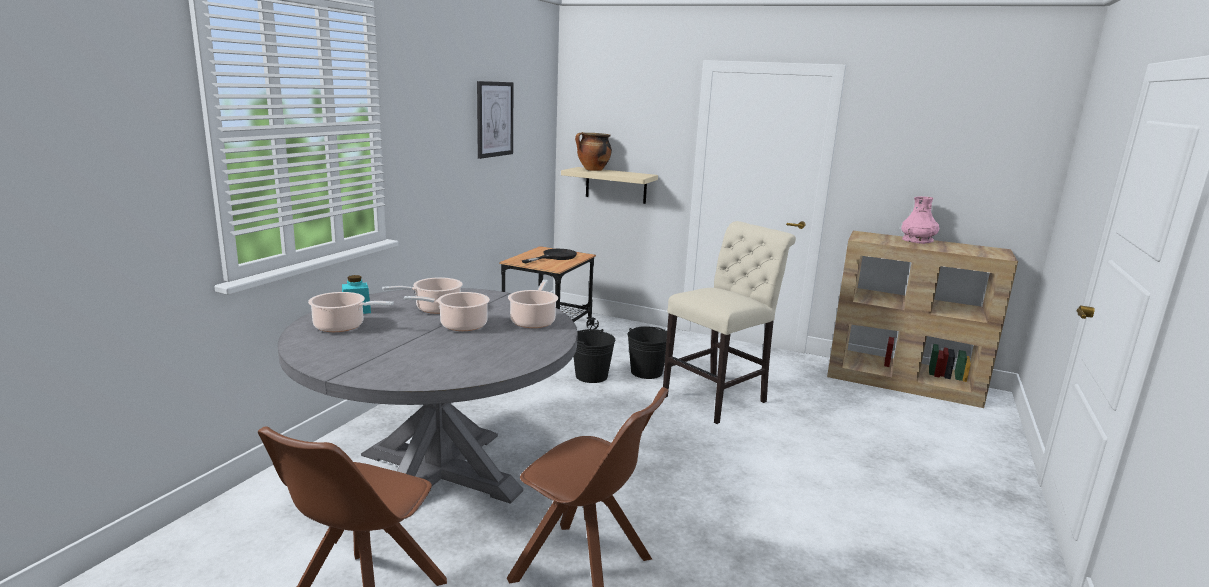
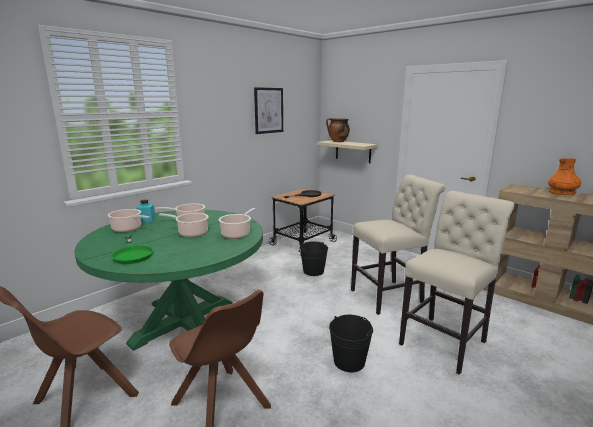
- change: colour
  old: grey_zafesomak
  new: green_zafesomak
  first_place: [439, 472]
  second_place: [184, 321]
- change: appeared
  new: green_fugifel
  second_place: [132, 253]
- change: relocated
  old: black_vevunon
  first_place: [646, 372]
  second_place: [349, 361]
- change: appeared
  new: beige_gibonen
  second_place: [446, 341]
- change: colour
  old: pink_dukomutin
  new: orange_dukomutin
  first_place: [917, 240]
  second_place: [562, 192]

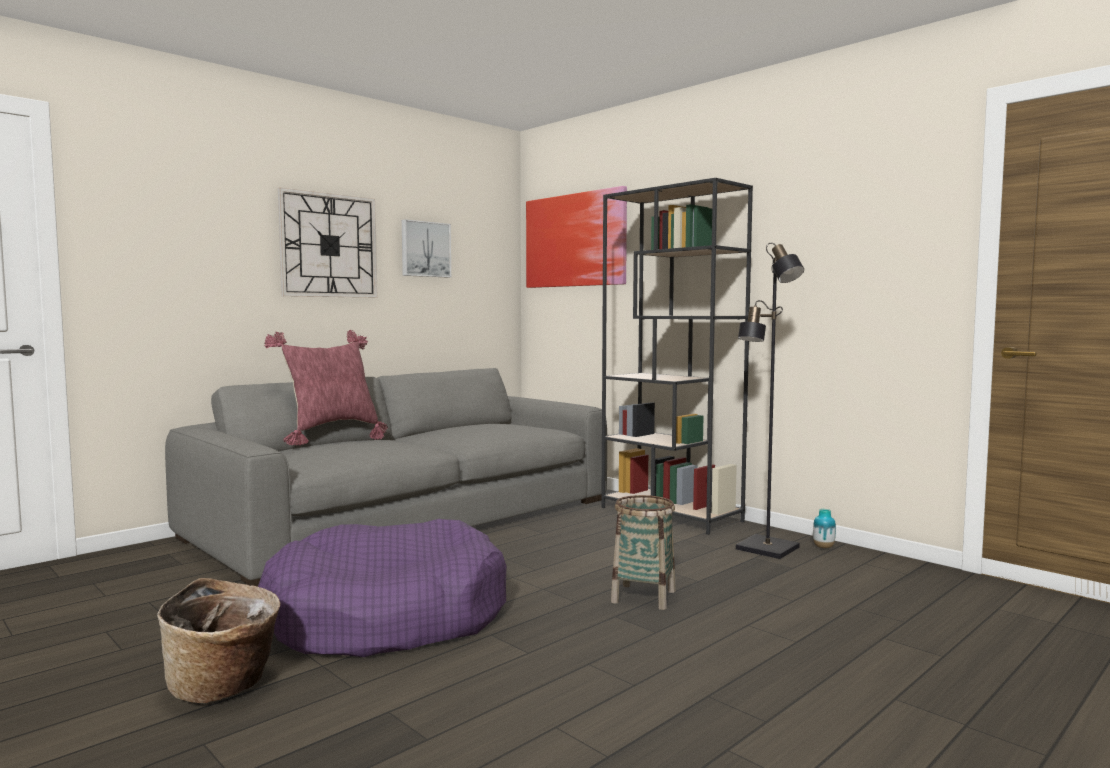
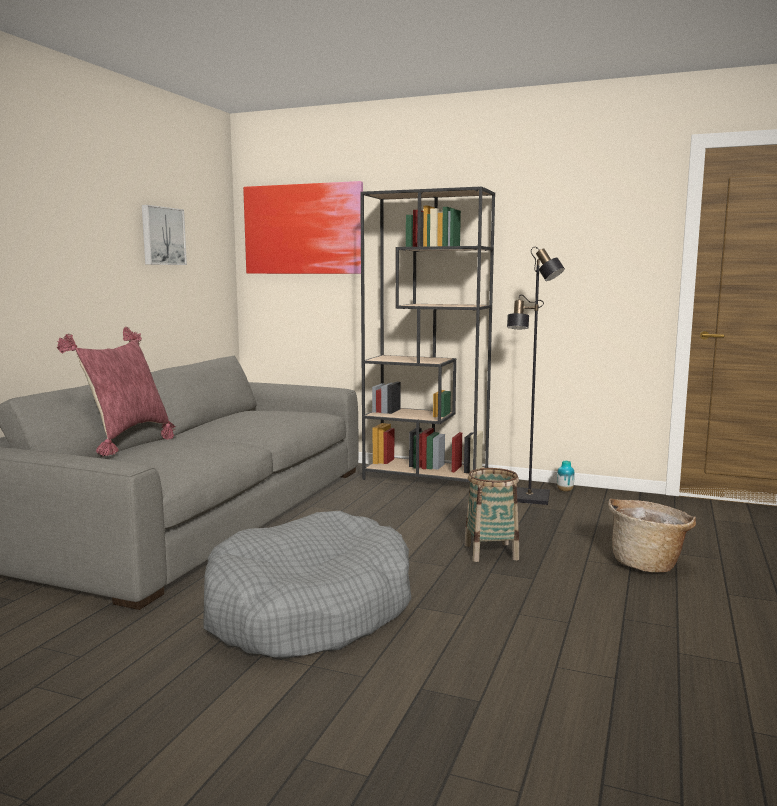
- change: colour
  old: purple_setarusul
  new: grey_setarusul
  first_place: [387, 617]
  second_place: [309, 610]
- change: relocated
  old: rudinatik
  first_place: [224, 686]
  second_place: [648, 564]
- change: missing
  old: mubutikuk
  first_place: [329, 245]

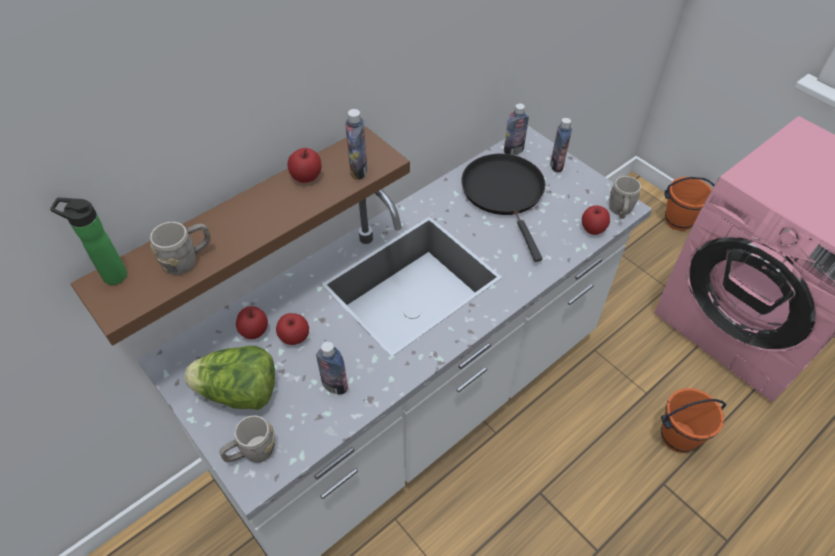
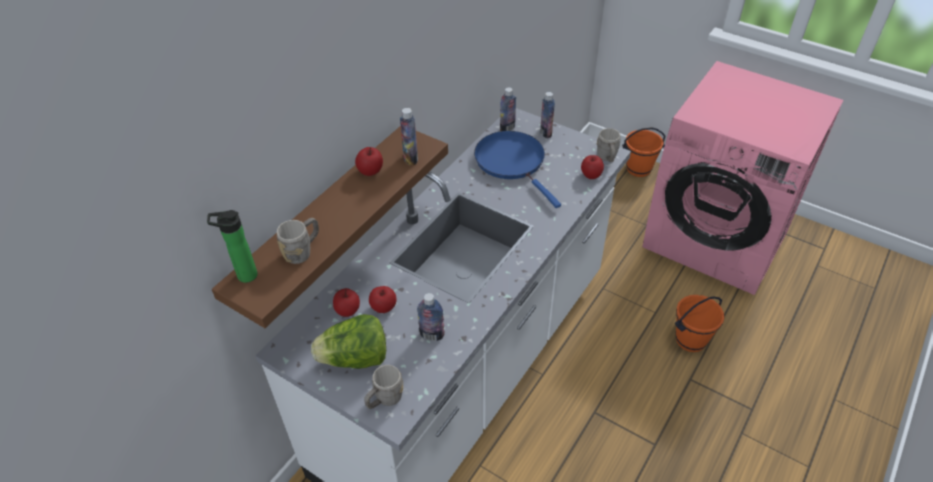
- change: colour
  old: black_fugifel
  new: blue_fugifel
  first_place: [505, 193]
  second_place: [512, 162]

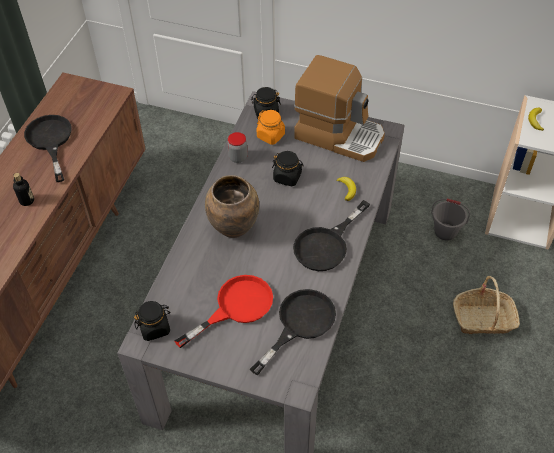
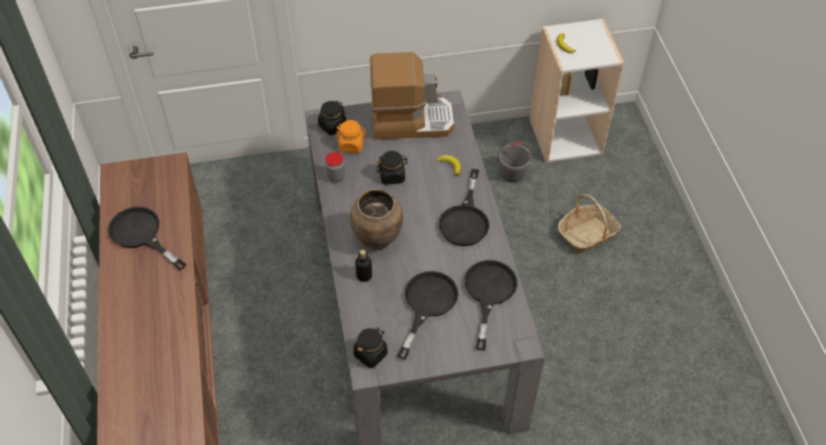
- change: relocated
  old: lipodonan
  first_place: [27, 200]
  second_place: [364, 276]
- change: colour
  old: red_fugifel
  new: black_fugifel
  first_place: [236, 307]
  second_place: [427, 304]

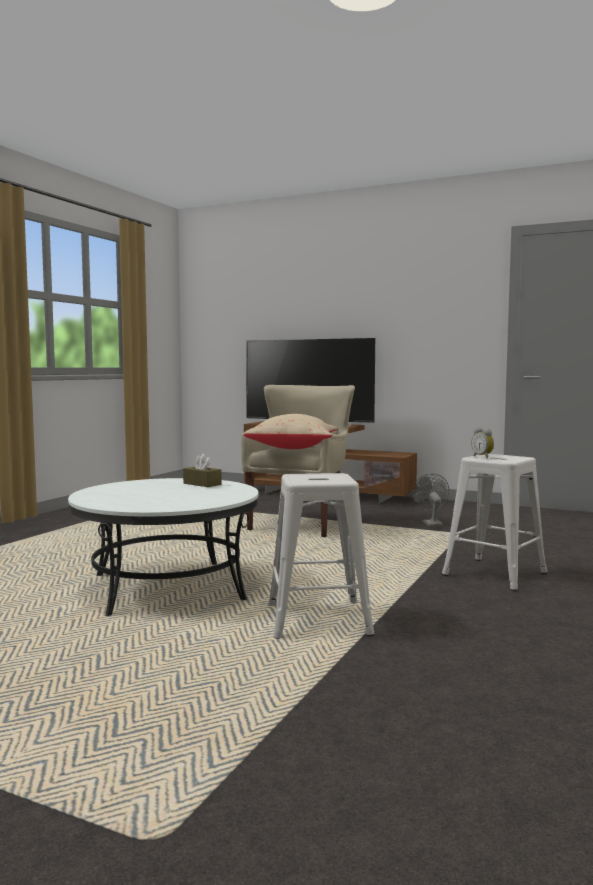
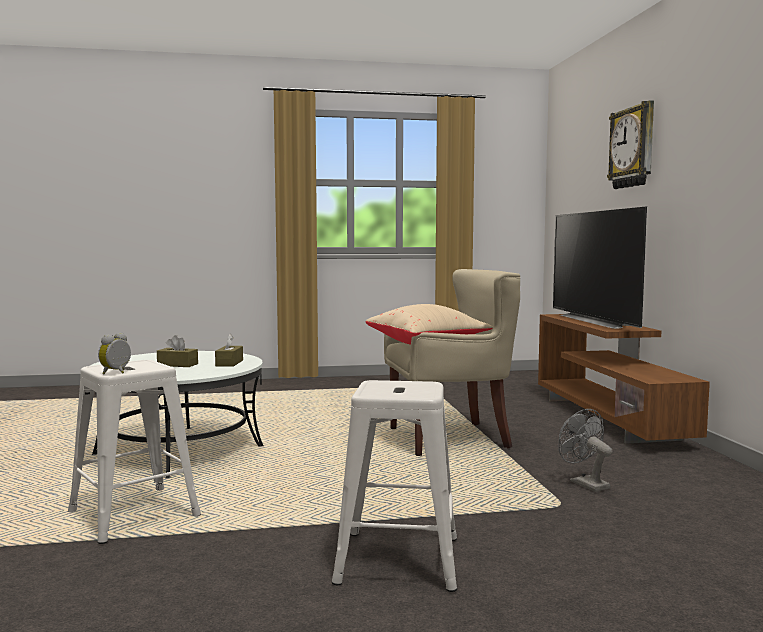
- change: relocated
  old: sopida
  first_place: [483, 457]
  second_place: [117, 372]
- change: appeared
  new: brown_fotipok
  second_place: [177, 365]
- change: spun
  old: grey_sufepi
  first_place: [430, 524]
  second_place: [584, 483]
  degrees: -75
- change: appeared
  new: mubutikuk
  second_place: [633, 147]

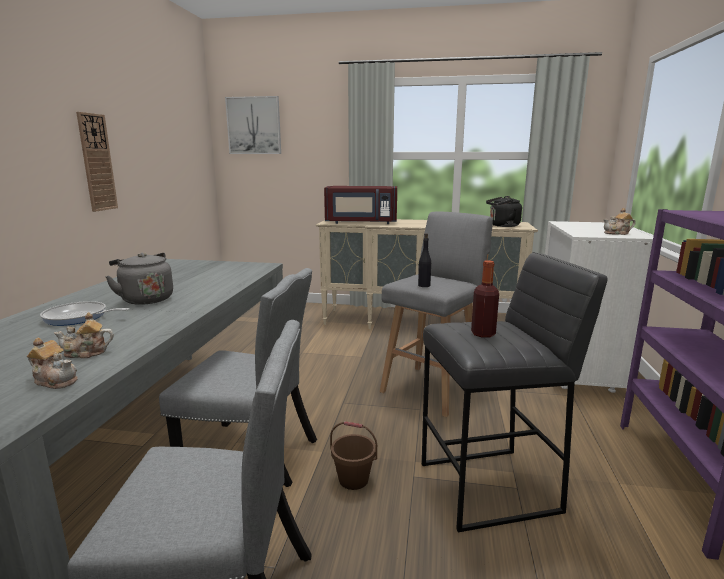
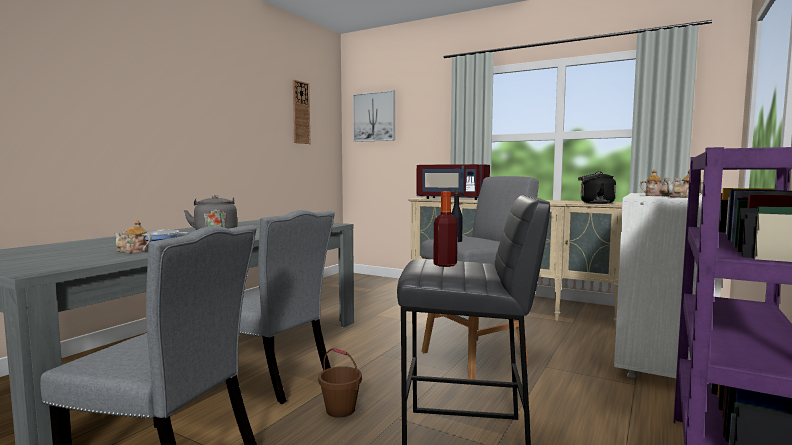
- change: relocated
  old: mubutikuk
  first_place: [97, 162]
  second_place: [301, 112]
- change: relocated
  old: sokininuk
  first_place: [56, 380]
  second_place: [658, 196]

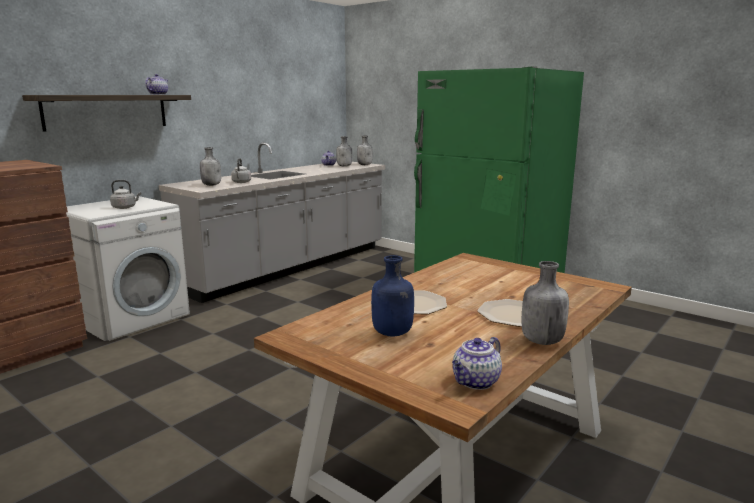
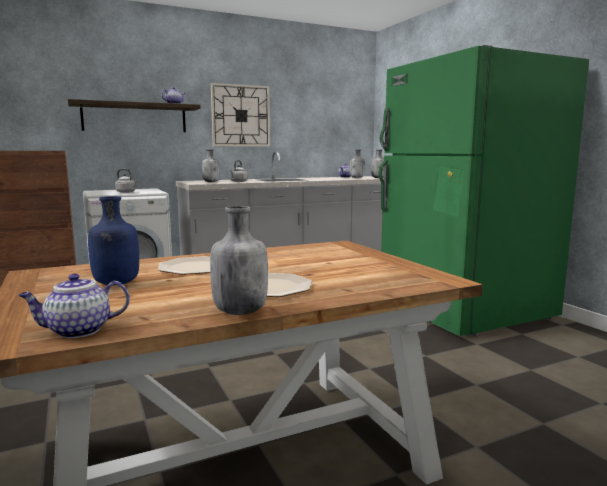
- change: appeared
  new: mubutikuk
  second_place: [241, 116]

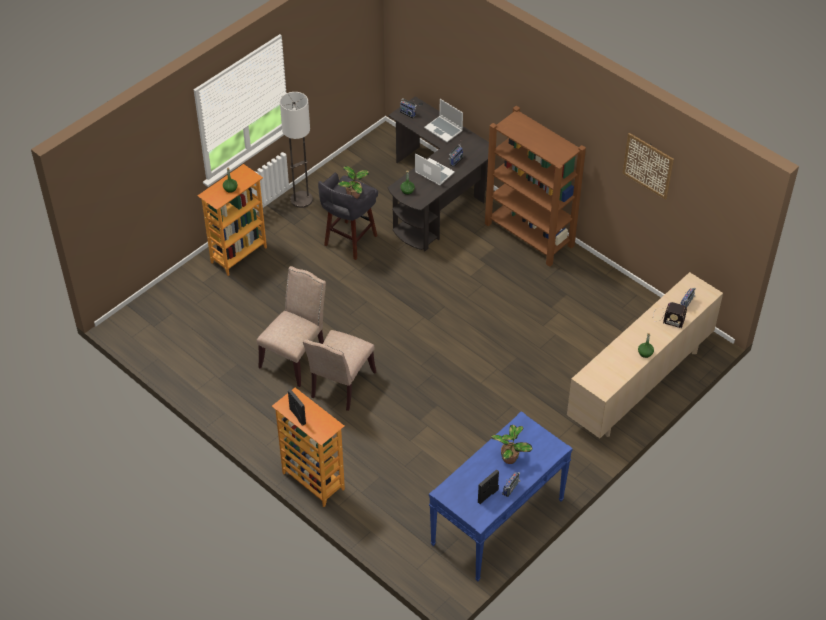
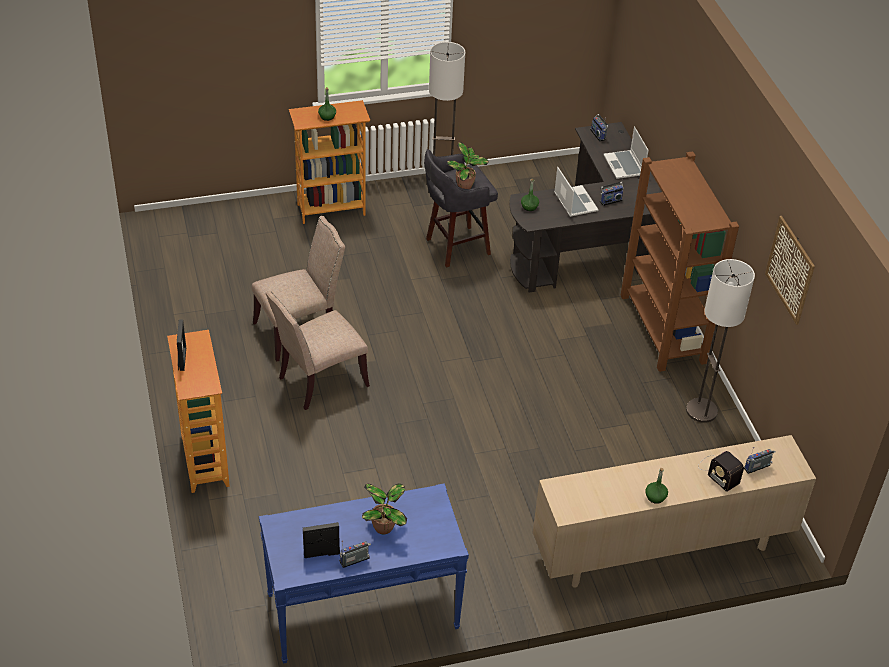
- change: appeared
  new: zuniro
  second_place: [702, 411]

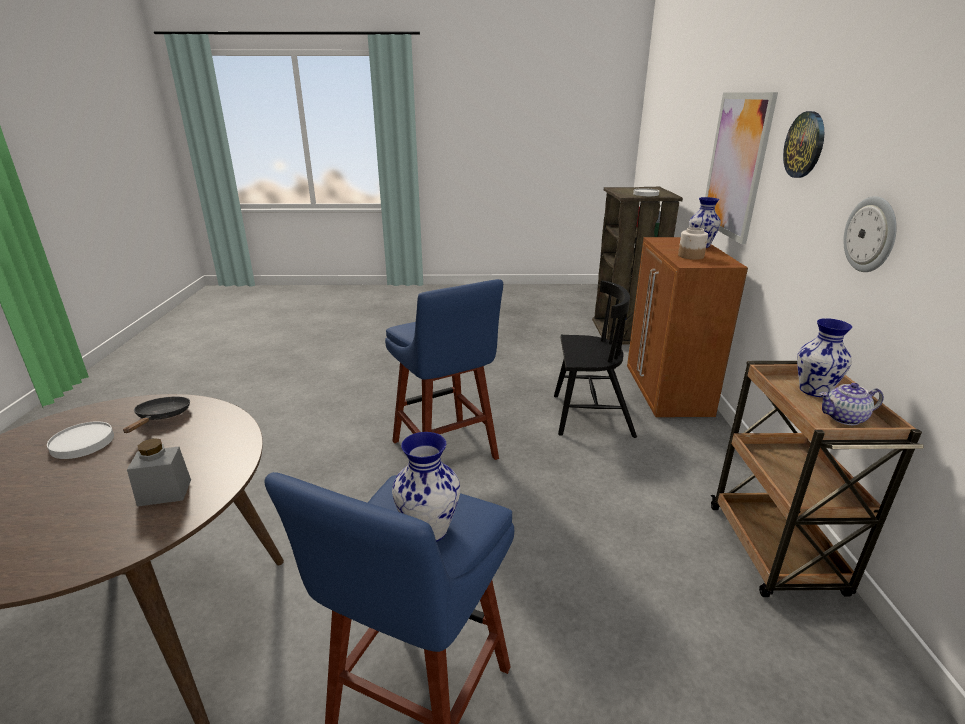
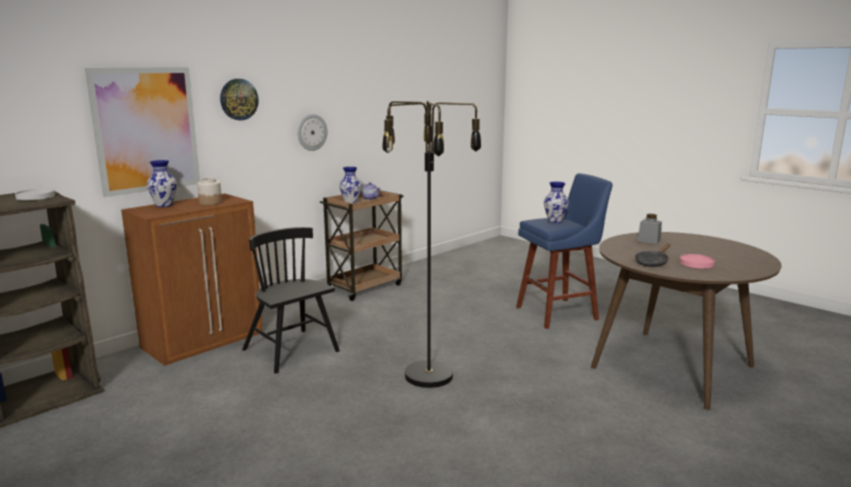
- change: exchanged
  old: blue_gibonen
  new: zuniro
  first_place: [445, 451]
  second_place: [427, 376]
- change: colour
  old: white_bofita
  new: pink_bofita
  first_place: [82, 443]
  second_place: [696, 263]

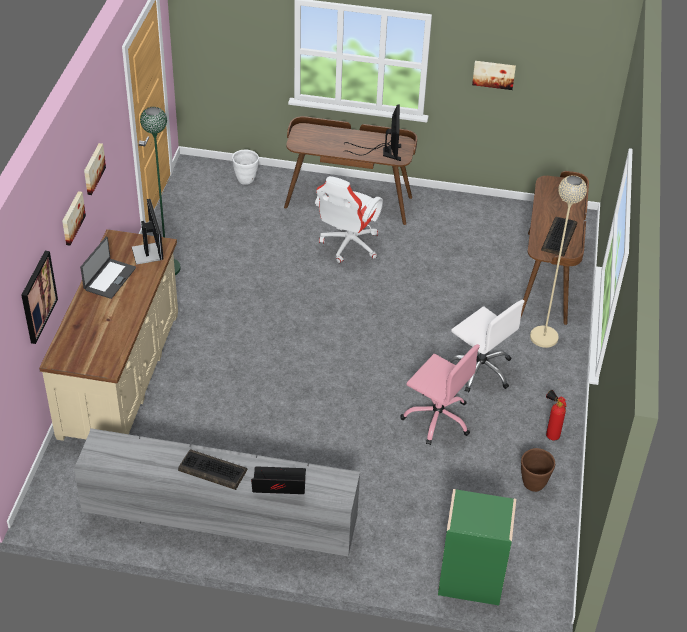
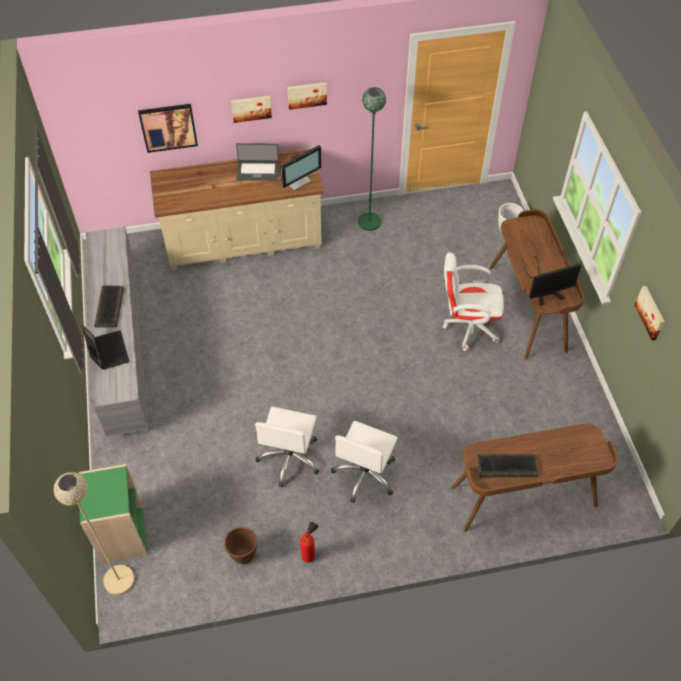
- change: relocated
  old: beige_zuniro
  first_place: [543, 337]
  second_place: [119, 580]
- change: colour
  old: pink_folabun
  new: white_folabun
  first_place: [437, 418]
  second_place: [290, 458]

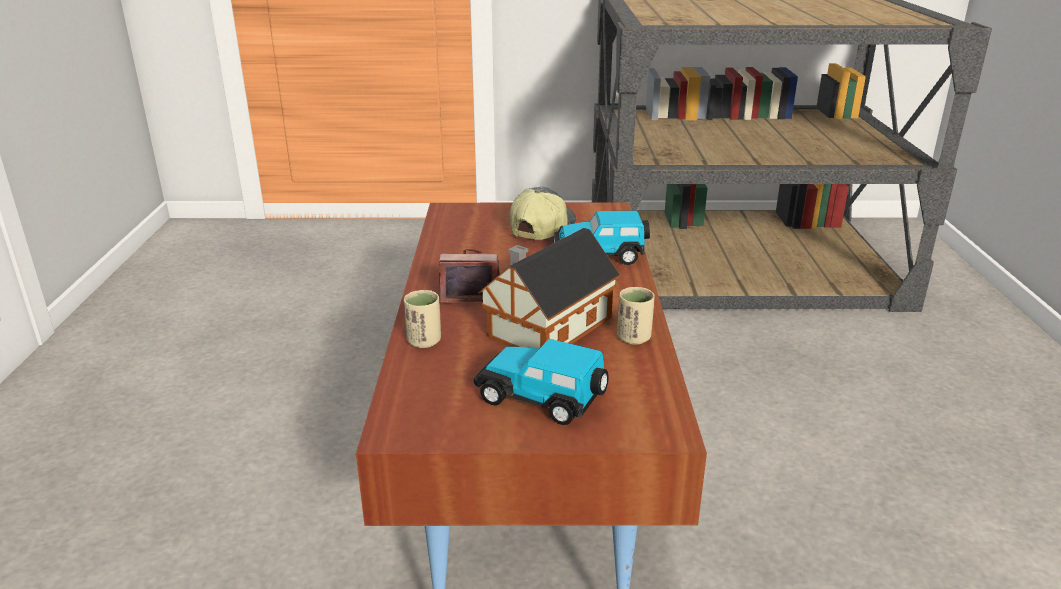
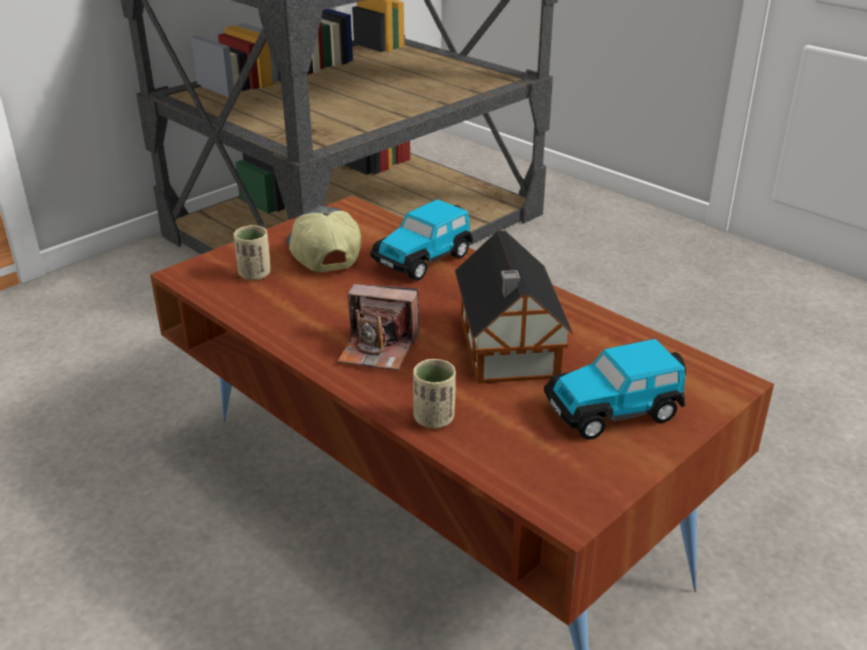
- change: relocated
  old: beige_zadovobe
  first_place: [634, 338]
  second_place: [255, 274]
- change: spun
  old: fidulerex
  first_place: [470, 291]
  second_place: [379, 348]
  degrees: -120

